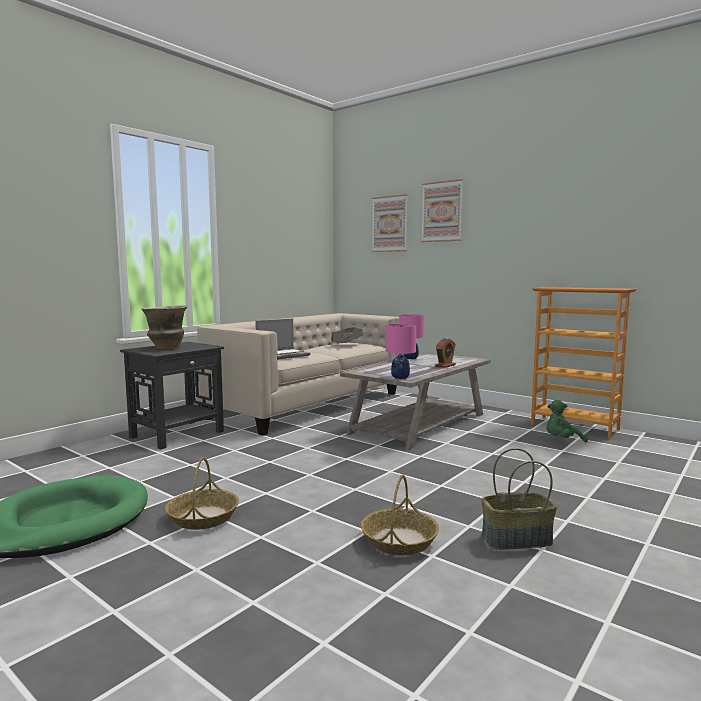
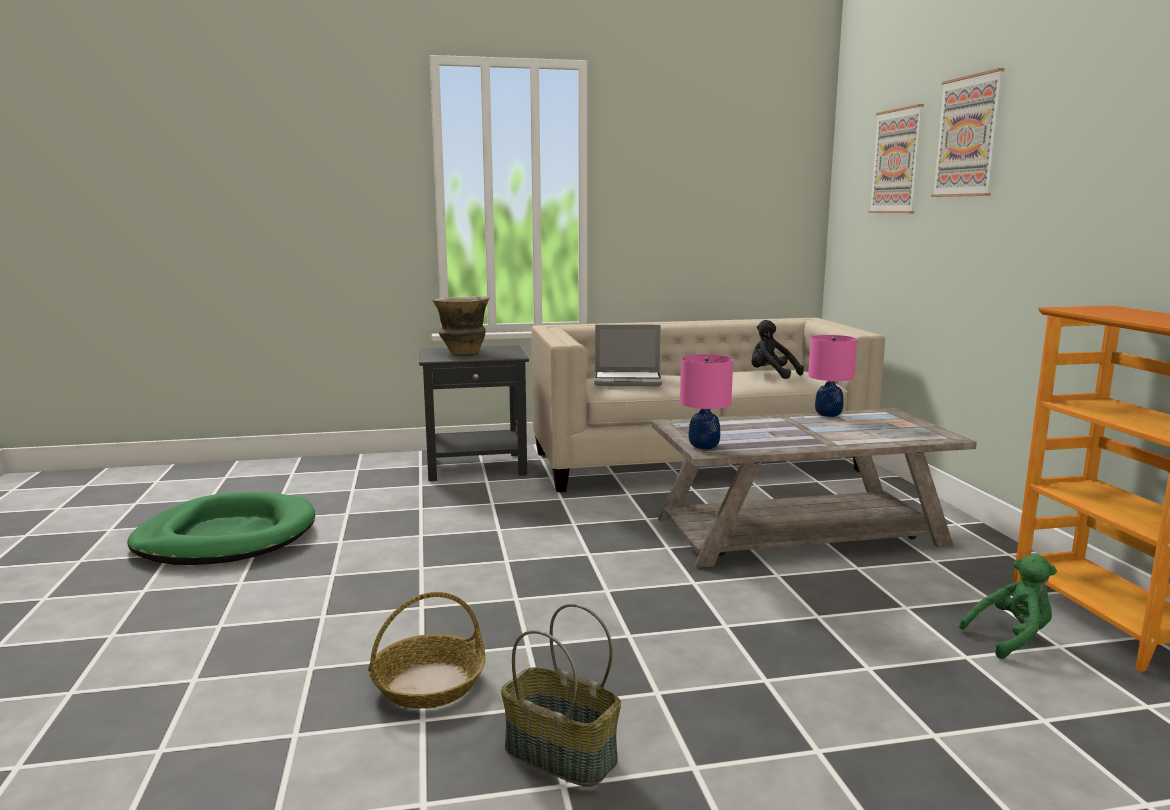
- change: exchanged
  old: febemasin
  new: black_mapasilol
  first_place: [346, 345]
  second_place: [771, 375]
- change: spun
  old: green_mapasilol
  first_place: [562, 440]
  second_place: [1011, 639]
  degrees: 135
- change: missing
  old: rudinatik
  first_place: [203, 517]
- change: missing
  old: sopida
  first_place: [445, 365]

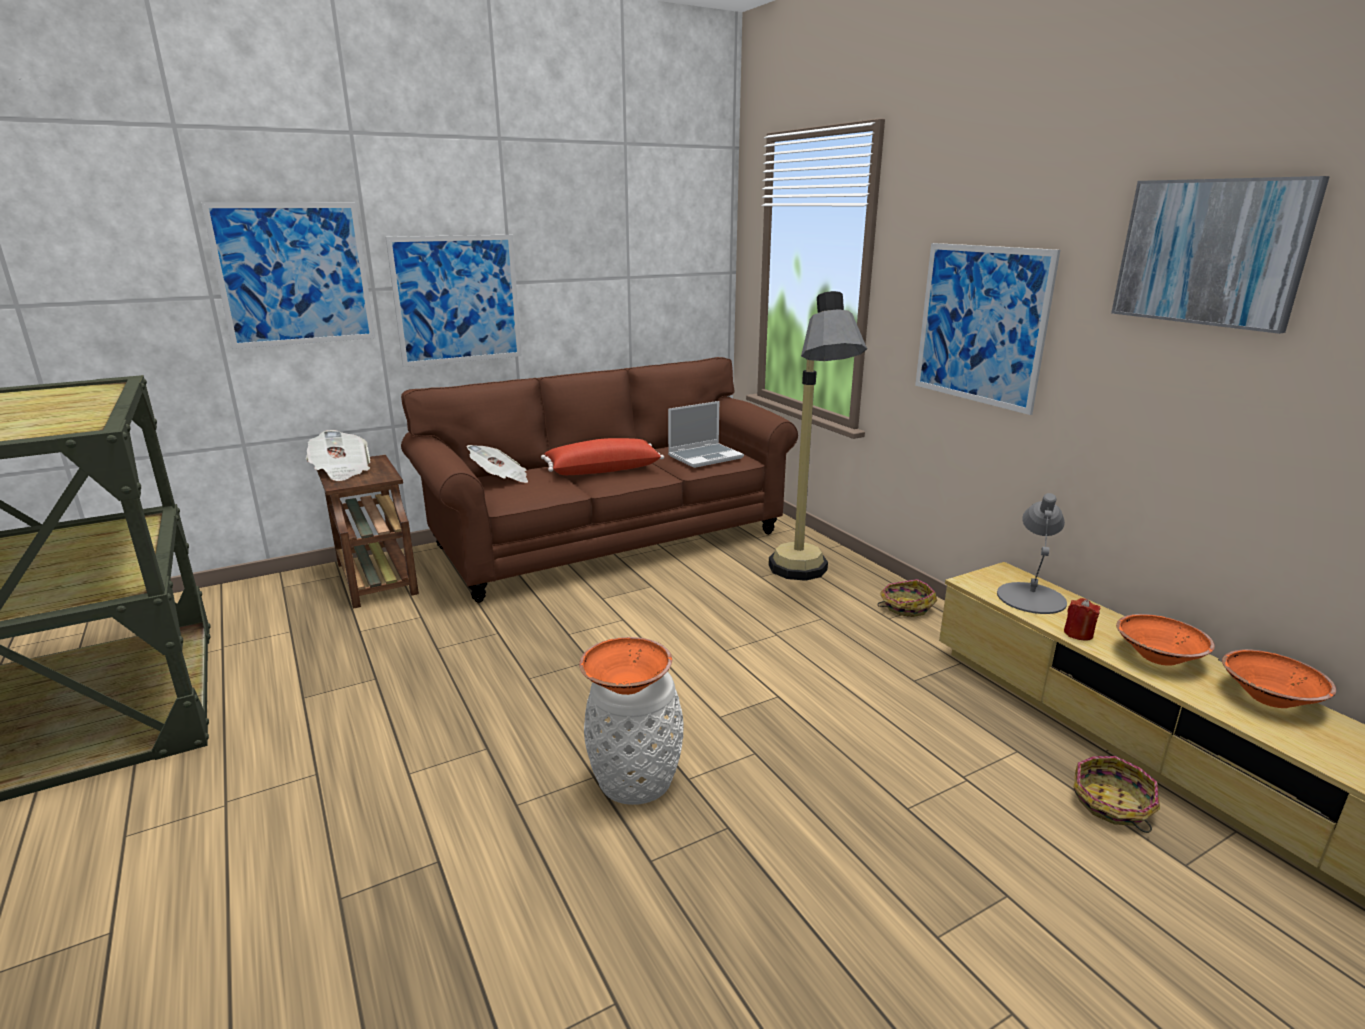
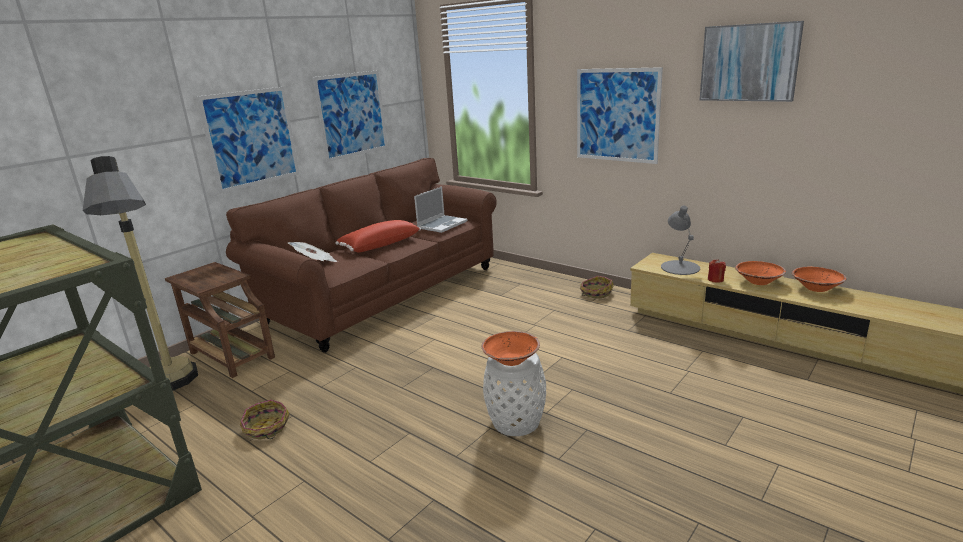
- change: relocated
  old: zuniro
  first_place: [805, 579]
  second_place: [173, 389]
- change: relocated
  old: rudinatik
  first_place: [1112, 804]
  second_place: [266, 428]
- change: relocated
  old: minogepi
  first_place: [294, 274]
  second_place: [352, 115]
- change: missing
  old: febemasin
  first_place: [341, 471]

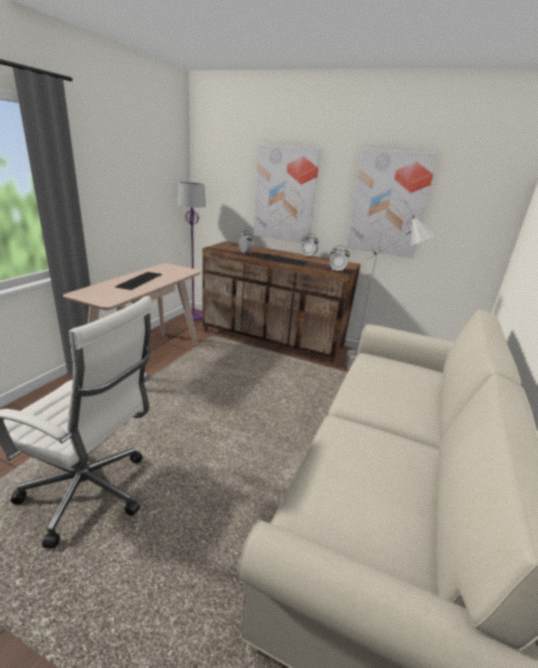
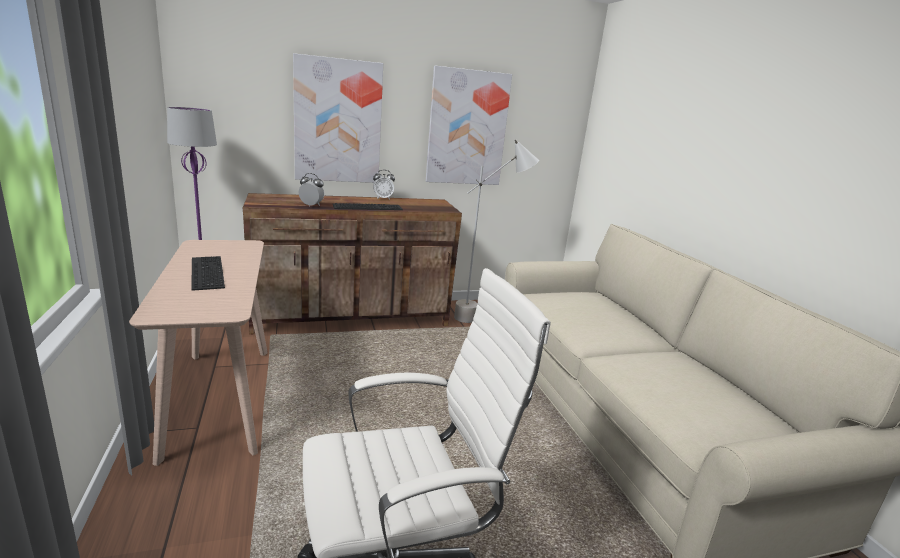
- change: missing
  old: sopida
  first_place: [337, 270]

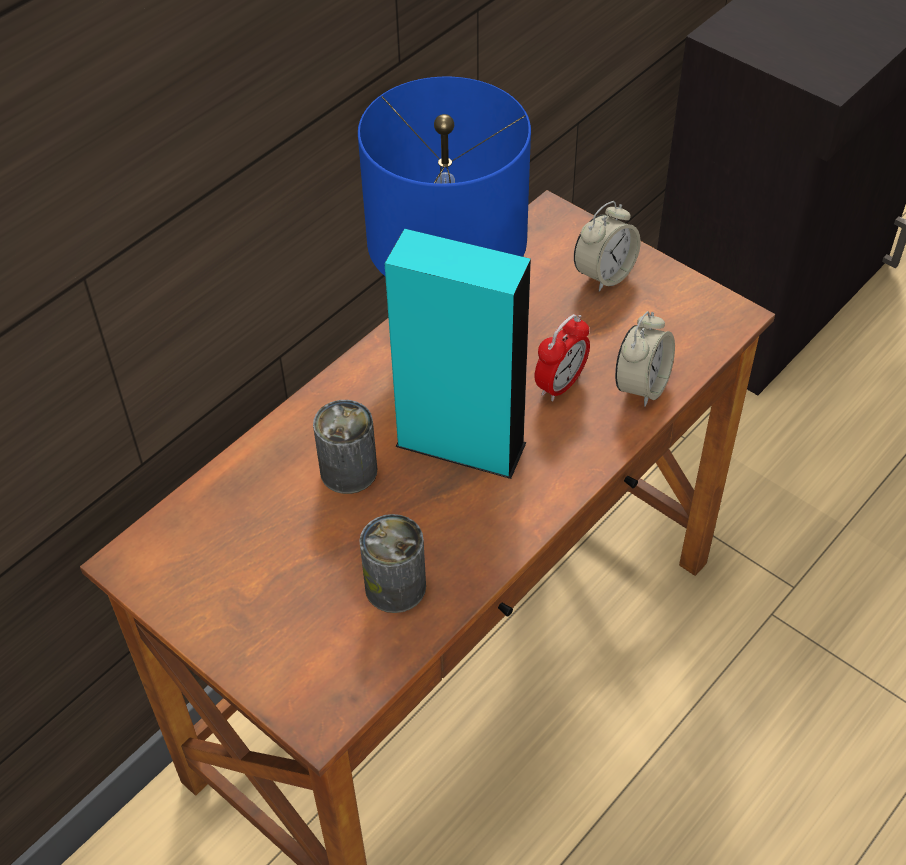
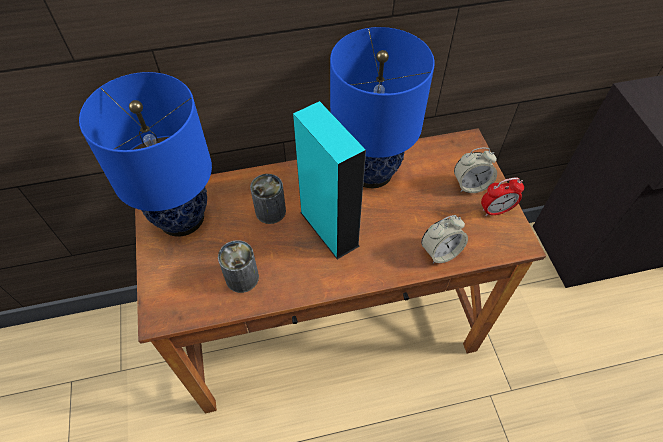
- change: appeared
  new: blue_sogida
  second_place: [181, 218]
- change: relocated
  old: sopida
  first_place: [560, 384]
  second_place: [496, 210]

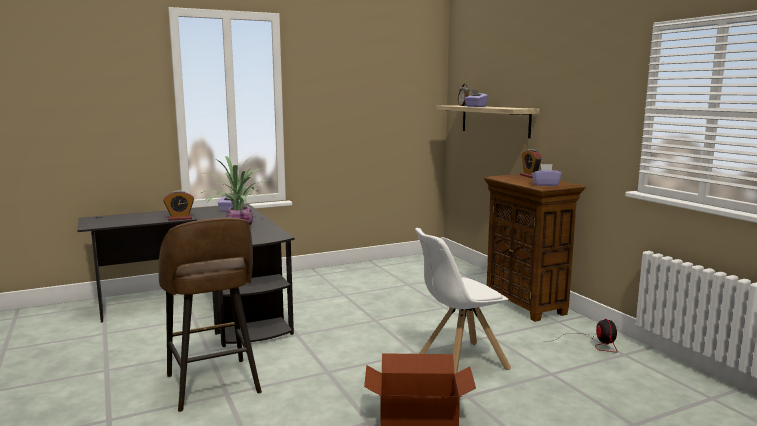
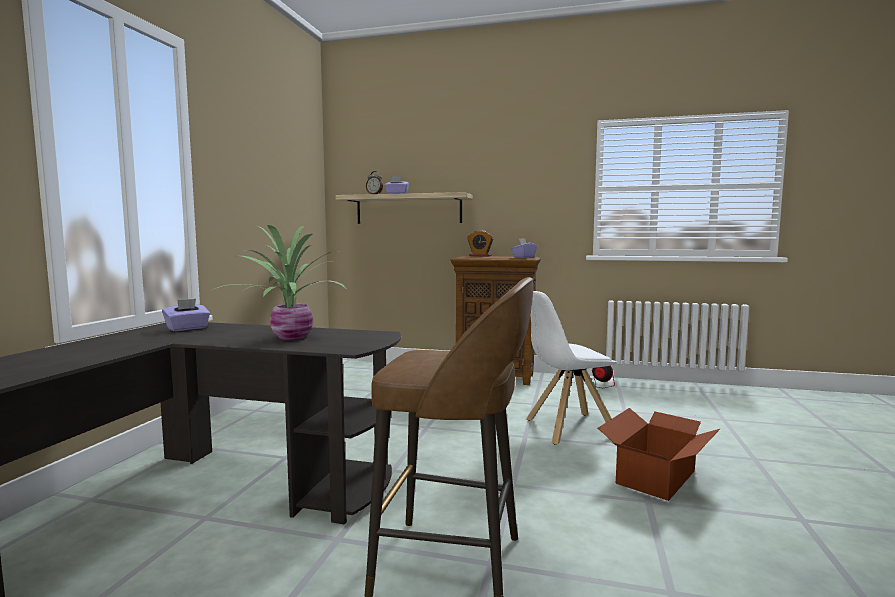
- change: spun
  old: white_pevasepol
  first_place: [459, 361]
  second_place: [566, 428]
  degrees: 60
- change: missing
  old: sopida
  first_place: [180, 218]

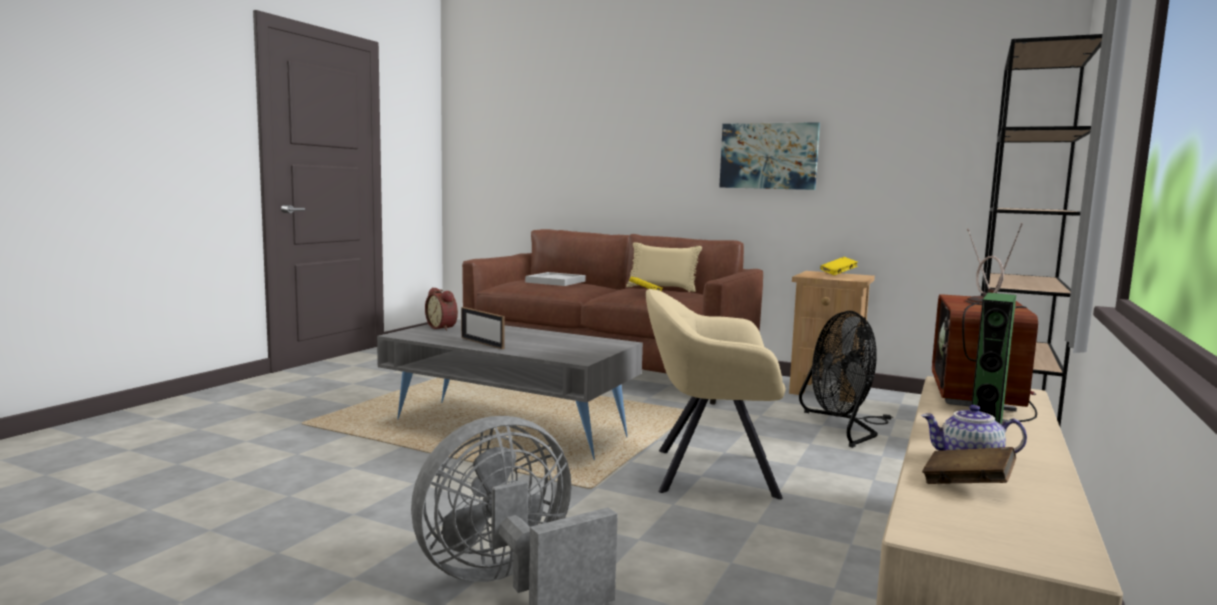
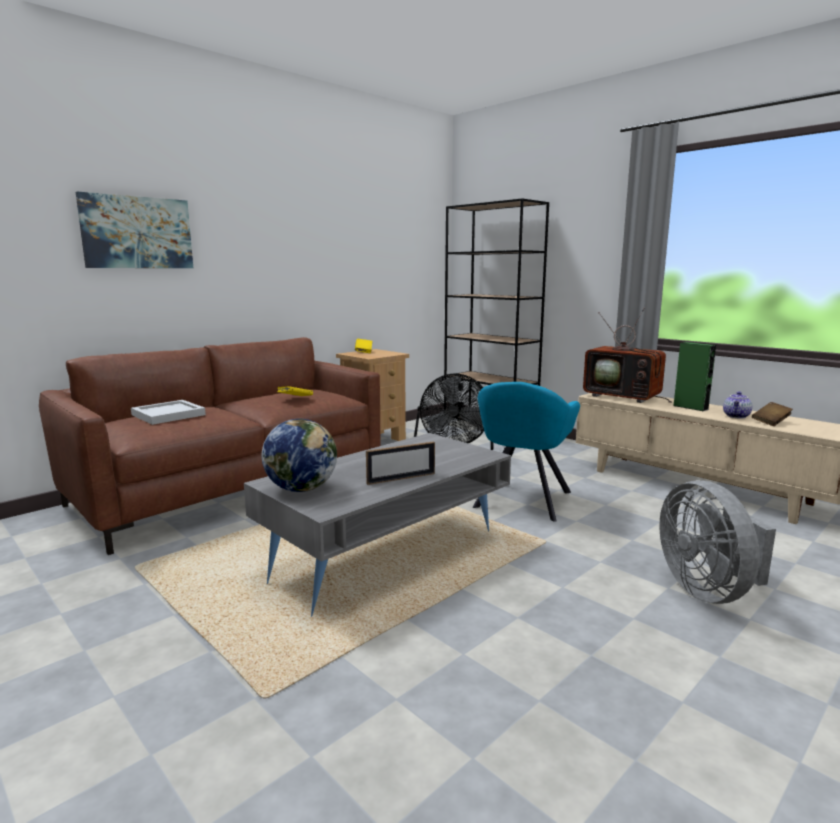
- change: relocated
  old: minogepi
  first_place: [768, 156]
  second_place: [137, 232]
- change: exchanged
  old: sopida
  new: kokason
  first_place: [443, 327]
  second_place: [302, 489]
- change: colour
  old: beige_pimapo
  new: turquoise_pimapo
  first_place: [708, 472]
  second_place: [522, 501]
- change: missing
  old: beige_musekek
  first_place: [662, 289]

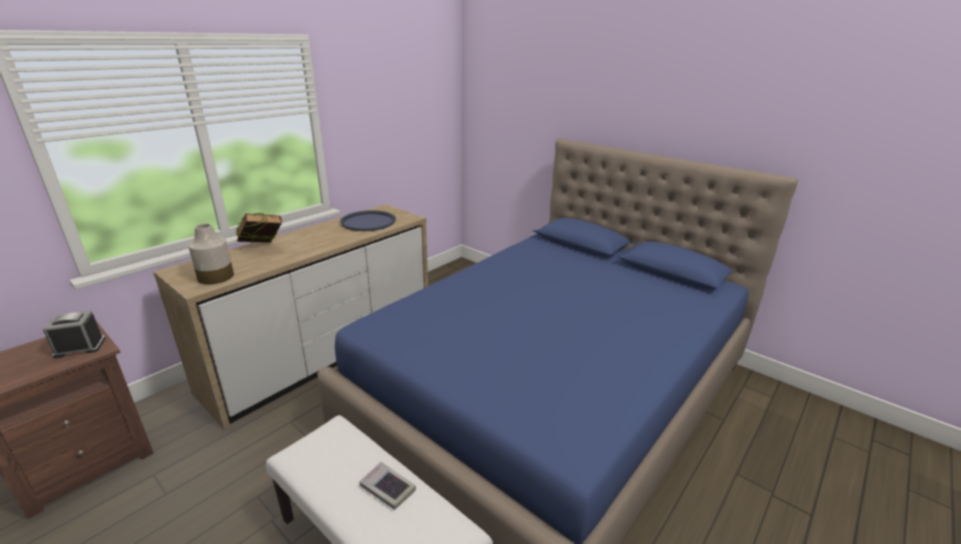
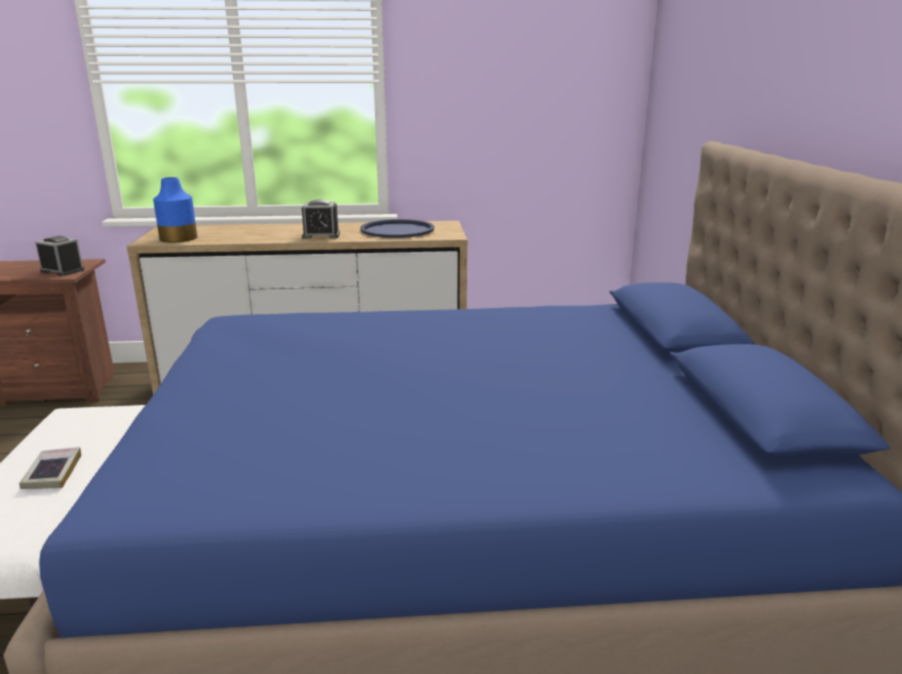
- change: colour
  old: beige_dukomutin
  new: blue_dukomutin
  first_place: [215, 276]
  second_place: [178, 238]
- change: appeared
  new: sopida
  second_place: [321, 235]
- change: missing
  old: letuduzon
  first_place: [262, 248]

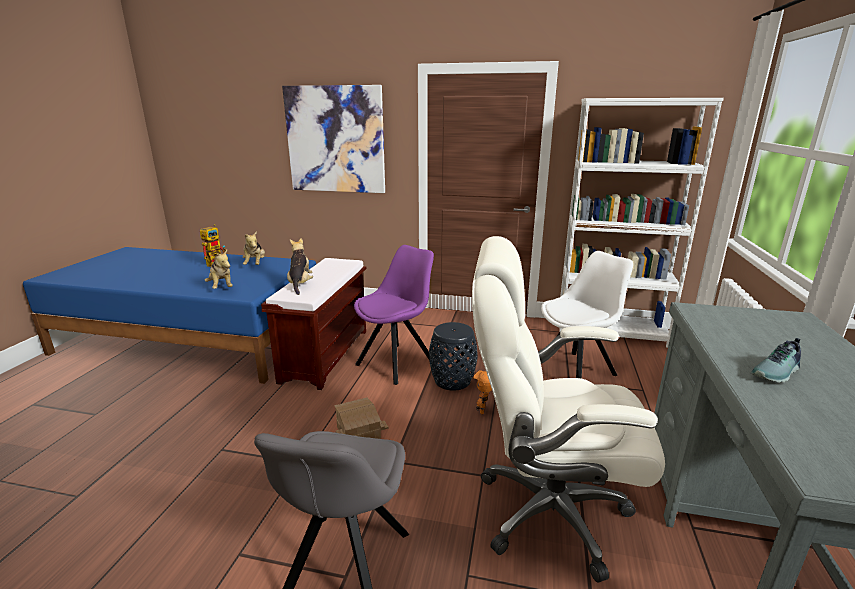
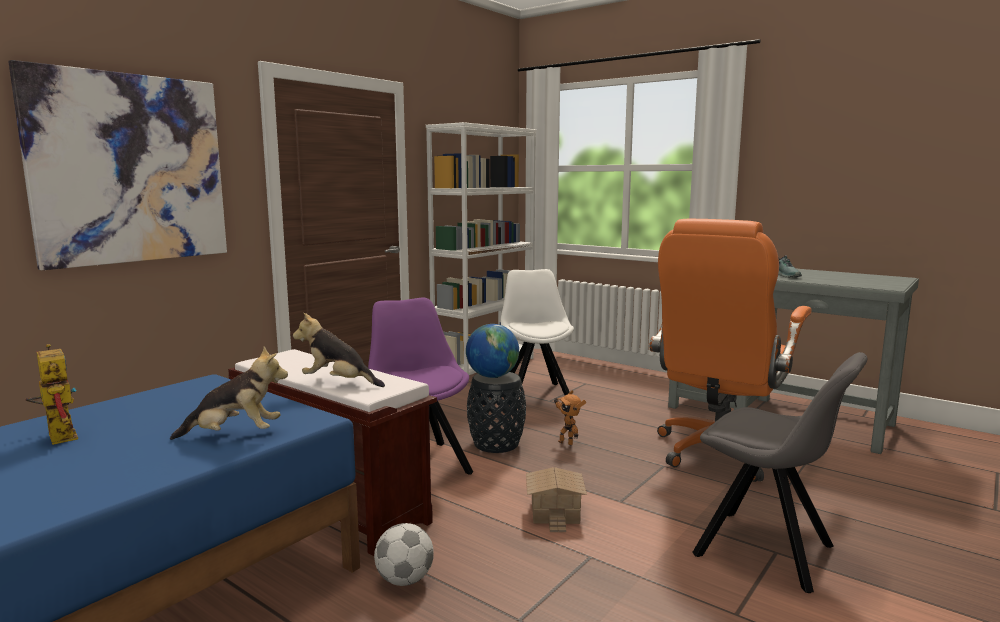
- change: appeared
  new: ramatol
  second_place: [404, 580]
- change: appeared
  new: kokason
  second_place: [492, 376]
- change: colour
  old: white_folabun
  new: orange_folabun
  first_place: [548, 512]
  second_place: [718, 453]
- change: missing
  old: mapasilol
  first_place: [255, 264]

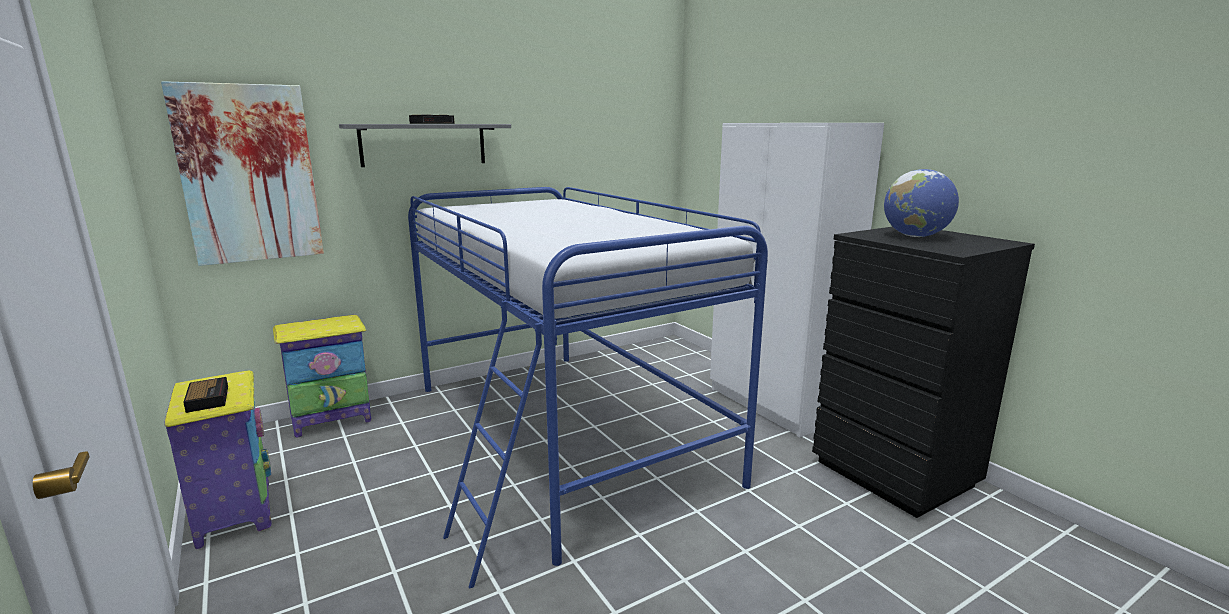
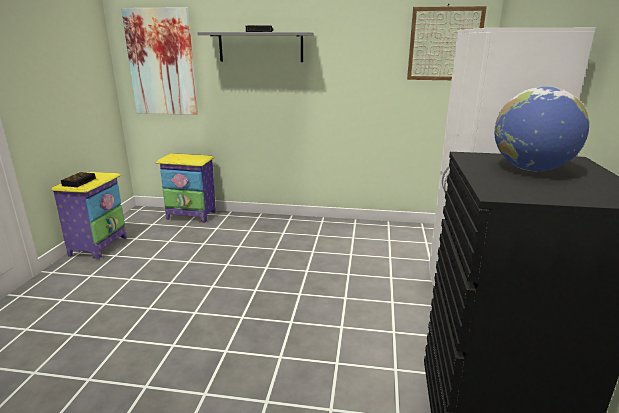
- change: appeared
  new: minogepi
  second_place: [445, 43]
- change: missing
  old: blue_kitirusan
  first_place: [561, 434]

